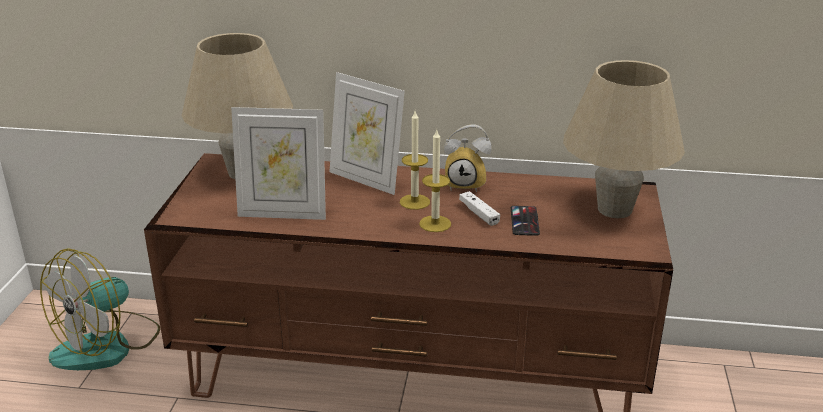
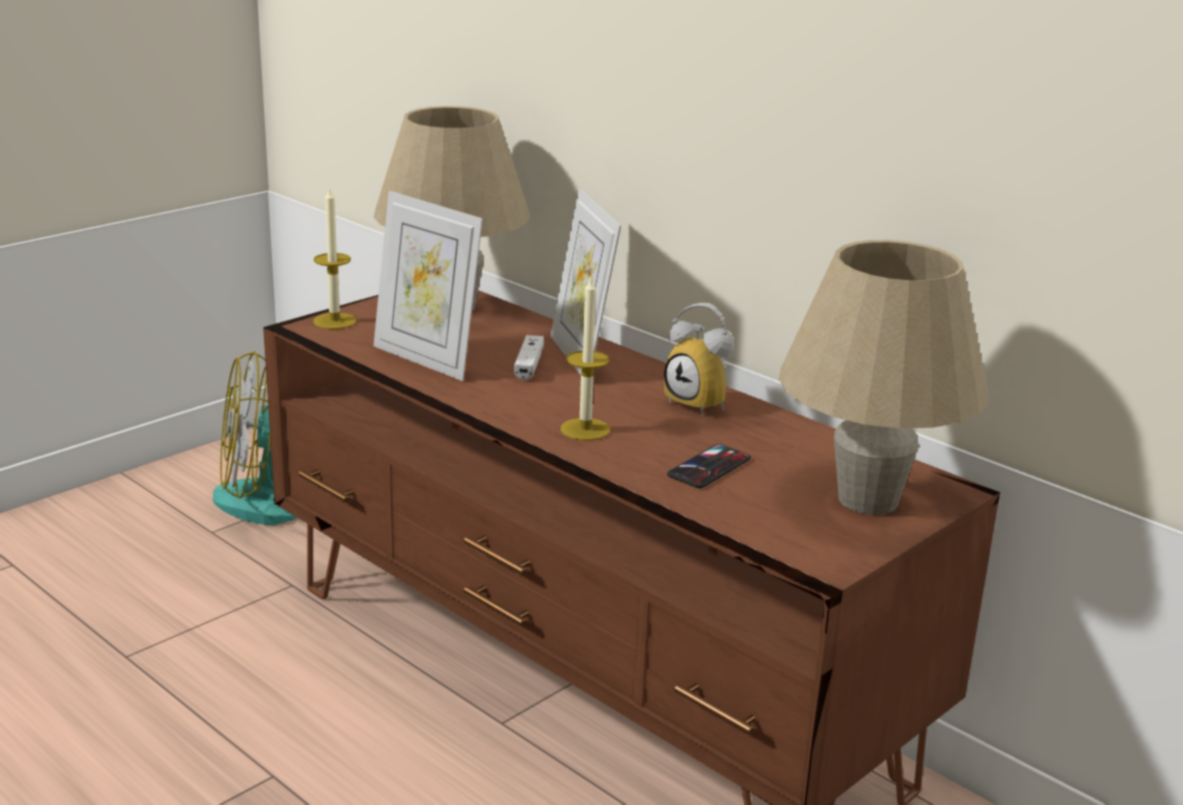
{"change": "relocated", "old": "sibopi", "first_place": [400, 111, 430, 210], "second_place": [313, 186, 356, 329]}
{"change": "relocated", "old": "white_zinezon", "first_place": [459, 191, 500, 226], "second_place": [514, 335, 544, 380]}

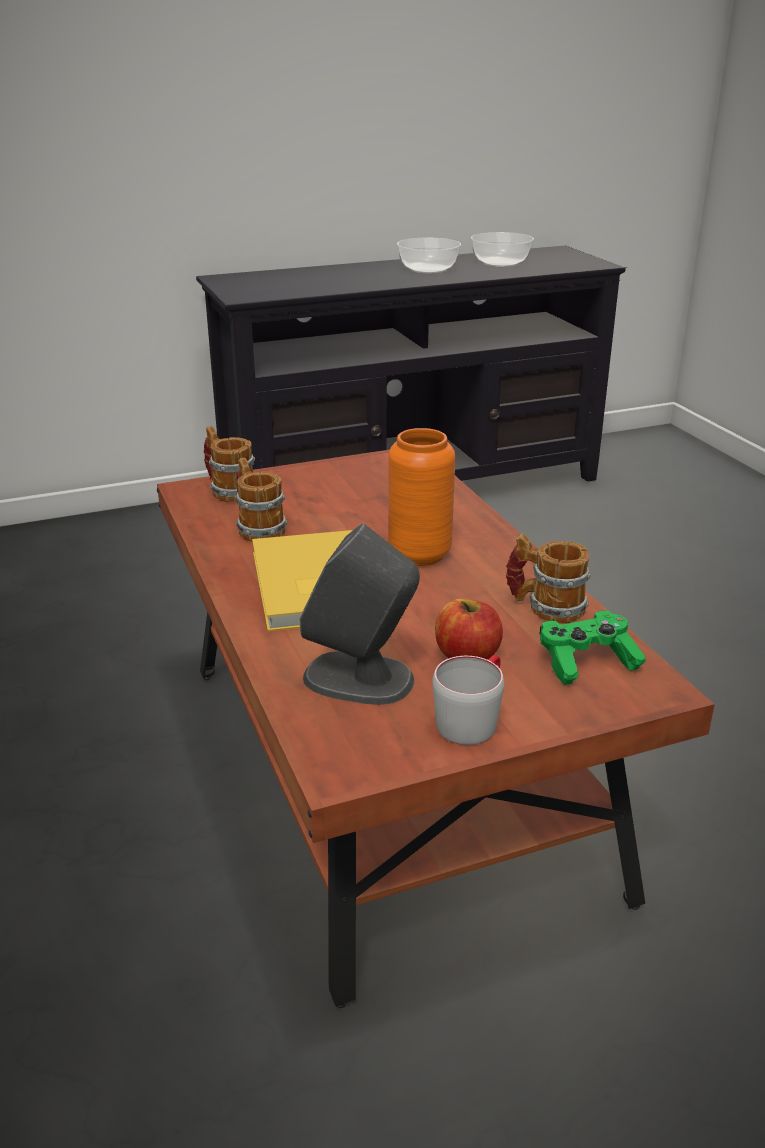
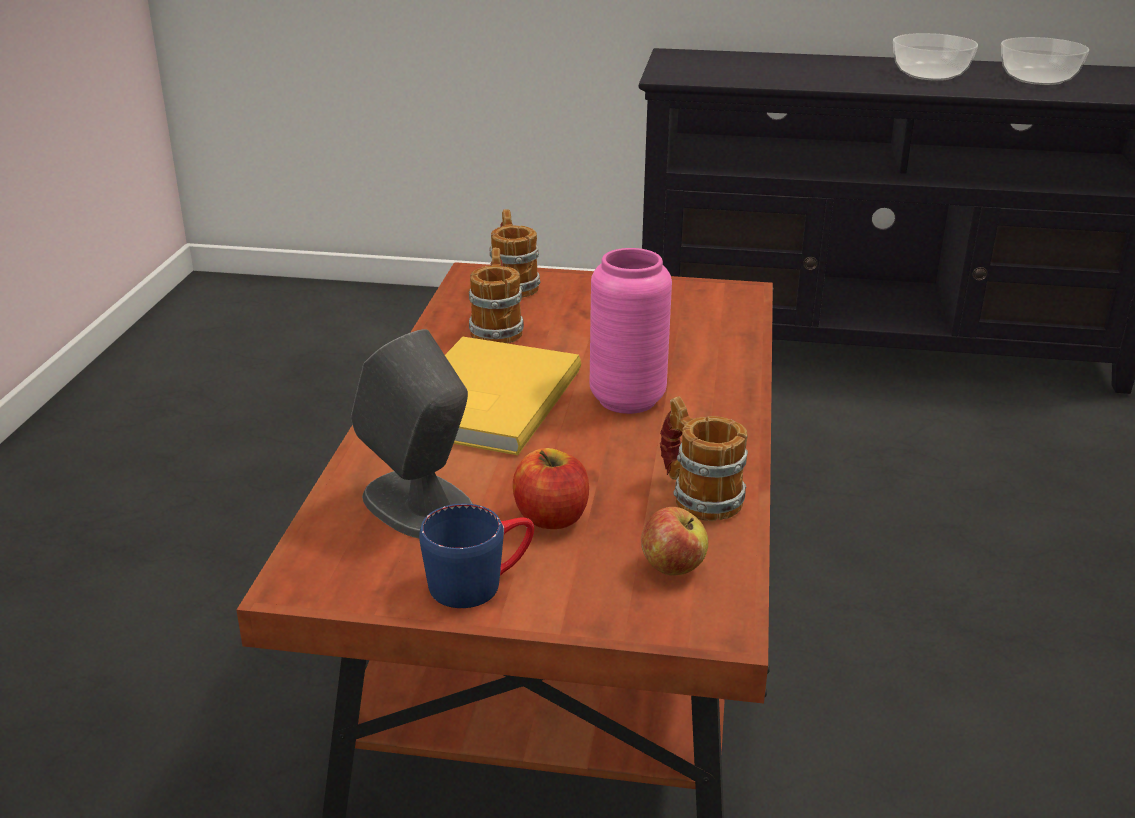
{"change": "colour", "old": "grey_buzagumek", "new": "blue_buzagumek", "first_place": [432, 655, 504, 745], "second_place": [419, 504, 534, 608]}
{"change": "colour", "old": "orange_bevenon", "new": "pink_bevenon", "first_place": [388, 428, 456, 566], "second_place": [590, 248, 672, 414]}
{"change": "exchanged", "old": "green_zinezon", "new": "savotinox", "first_place": [539, 610, 646, 685], "second_place": [641, 507, 708, 575]}

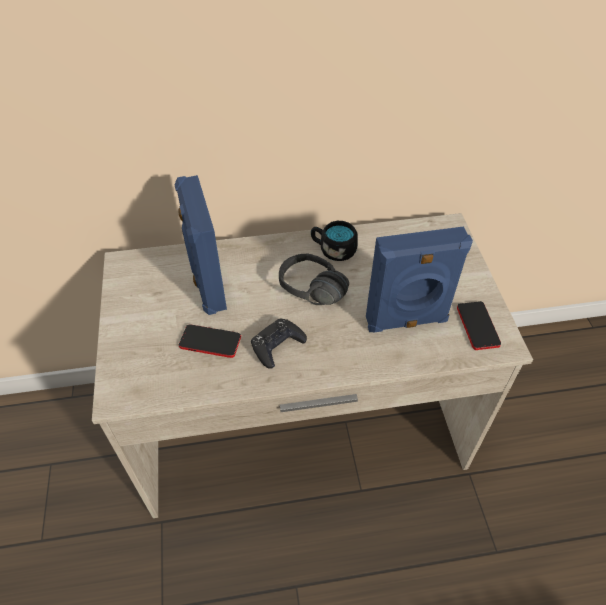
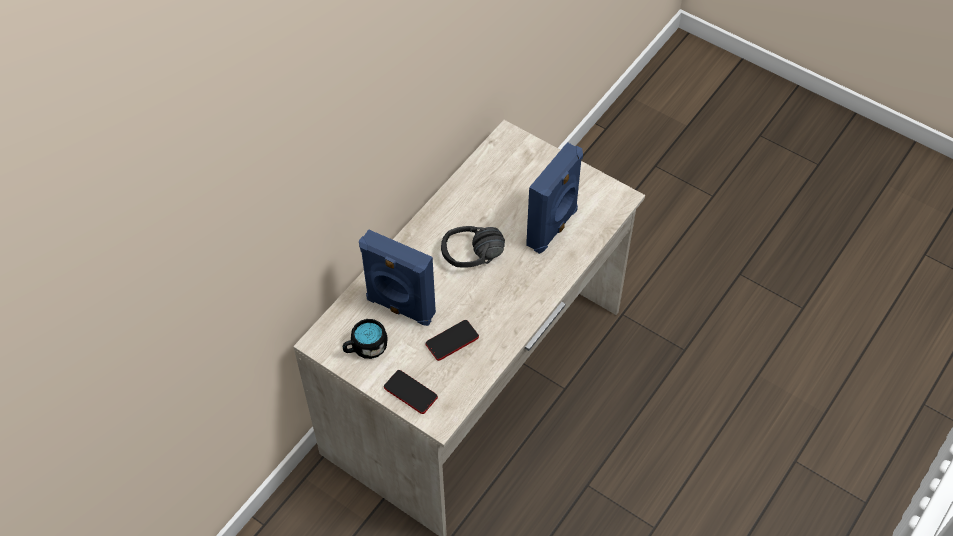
{"change": "relocated", "old": "black_buzagumek", "first_place": [311, 221, 358, 261], "second_place": [343, 319, 387, 359]}
{"change": "relocated", "old": "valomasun", "first_place": [457, 301, 501, 350], "second_place": [384, 370, 438, 414]}
{"change": "missing", "old": "black_zinezon", "first_place": [251, 318, 307, 369]}

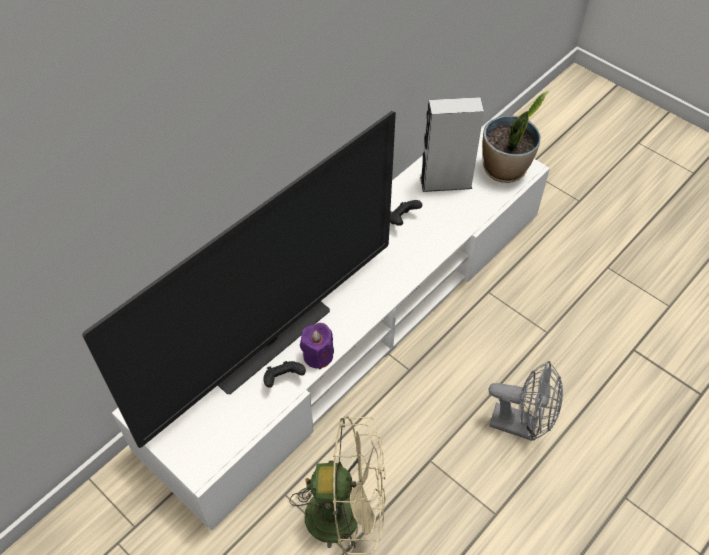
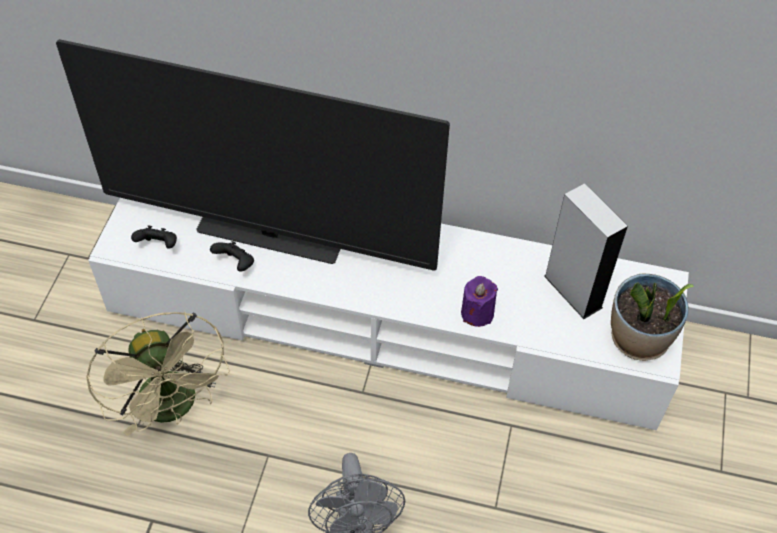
{"change": "relocated", "old": "black_zinezon", "first_place": [390, 200, 422, 226], "second_place": [131, 226, 177, 249]}
{"change": "relocated", "old": "purple_sibopi", "first_place": [300, 323, 334, 370], "second_place": [461, 276, 498, 327]}

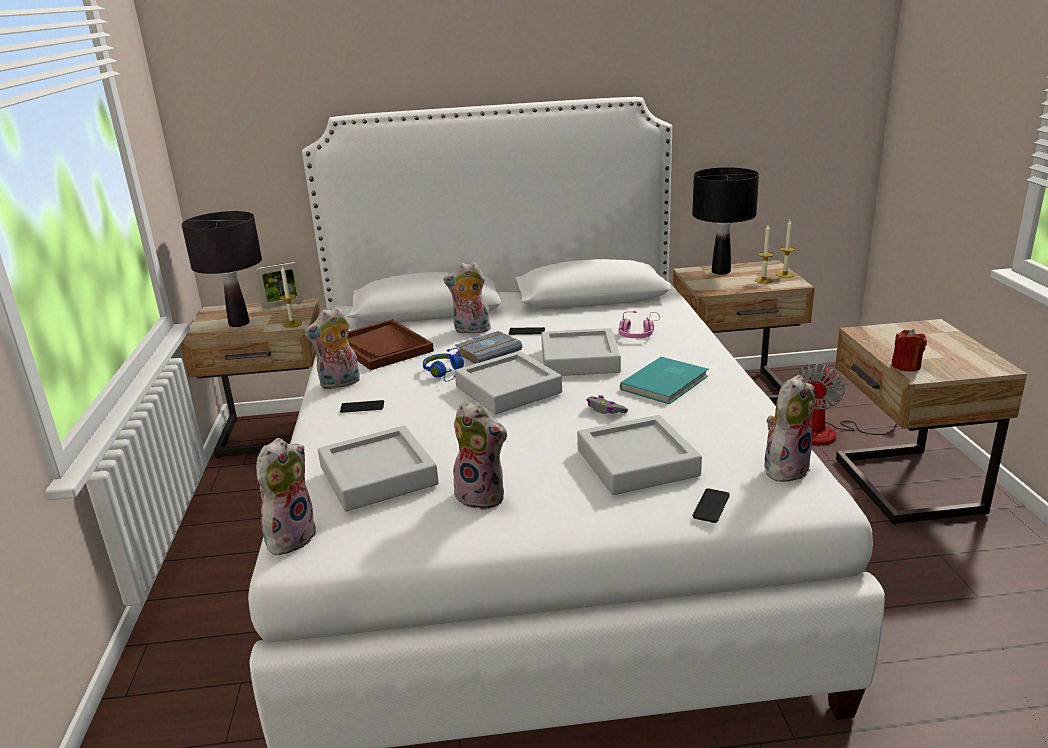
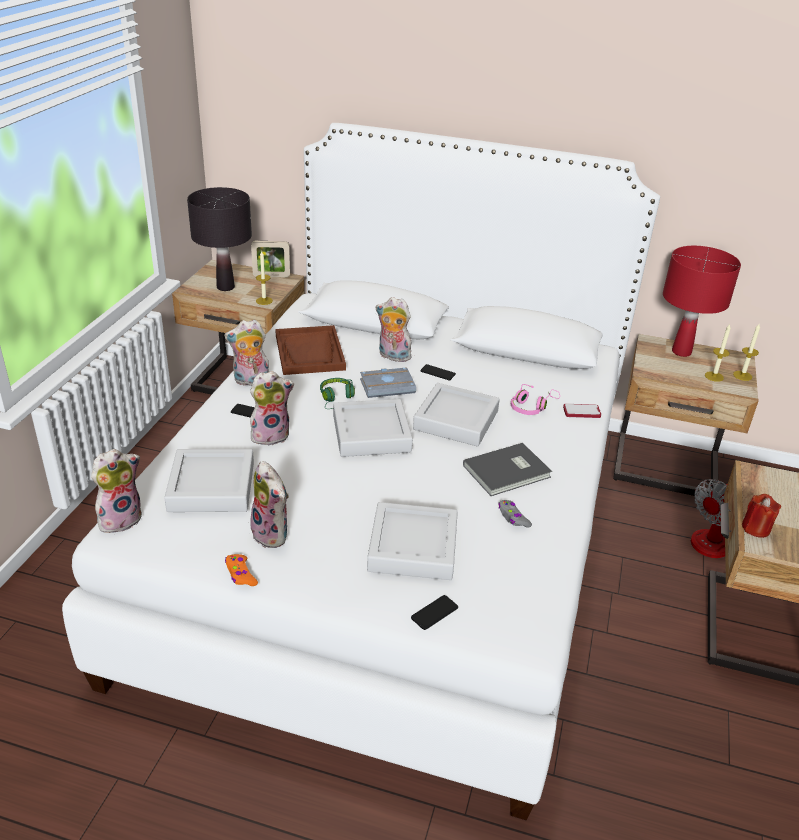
{"change": "appeared", "new": "orange_zinezon", "second_place": [225, 554, 258, 586]}
{"change": "relocated", "old": "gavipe", "first_place": [765, 375, 815, 482], "second_place": [250, 371, 294, 445]}
{"change": "colour", "old": "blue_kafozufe", "new": "green_kafozufe", "first_place": [423, 348, 464, 382], "second_place": [320, 378, 355, 409]}
{"change": "colour", "old": "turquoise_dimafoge", "new": "grey_dimafoge", "first_place": [620, 357, 709, 404], "second_place": [463, 443, 552, 496]}
{"change": "relocated", "old": "grey_zinezon", "first_place": [587, 395, 628, 414], "second_place": [498, 500, 532, 528]}
{"change": "appeared", "new": "valomasun", "second_place": [563, 404, 601, 418]}
{"change": "colour", "old": "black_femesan", "new": "red_femesan", "first_place": [692, 167, 759, 274], "second_place": [663, 246, 741, 357]}

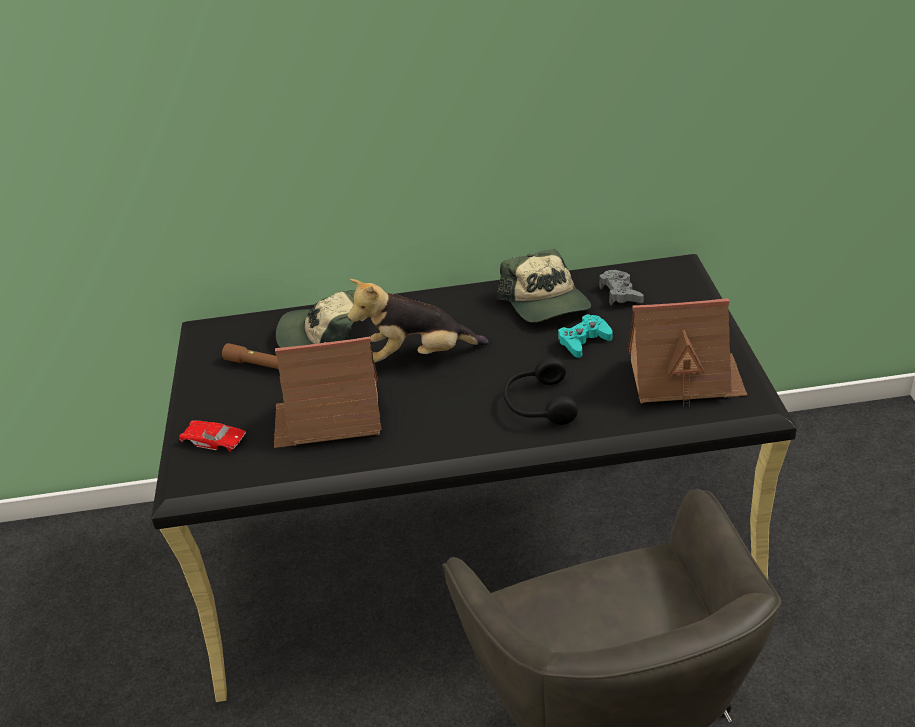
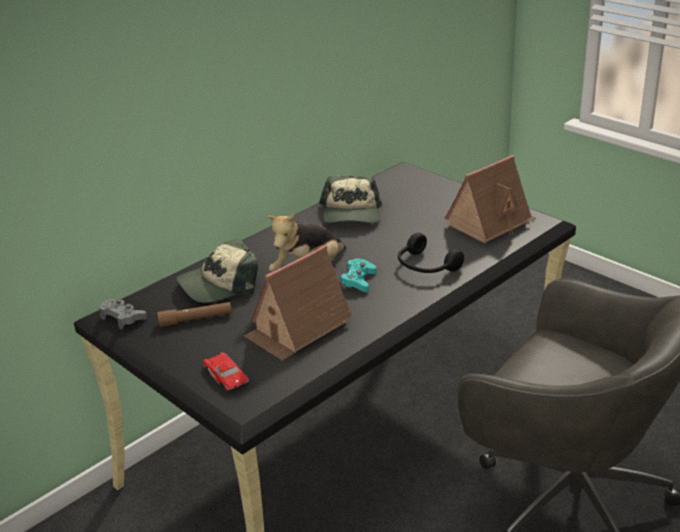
{"change": "relocated", "old": "grey_zinezon", "first_place": [599, 270, 644, 306], "second_place": [99, 299, 147, 330]}
{"change": "spun", "old": "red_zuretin", "first_place": [179, 420, 246, 452], "second_place": [203, 352, 249, 391], "degrees": 75}
{"change": "spun", "old": "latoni", "first_place": [497, 249, 591, 323], "second_place": [319, 175, 382, 223], "degrees": 60}
{"change": "relocated", "old": "turquoise_zinezon", "first_place": [558, 314, 612, 358], "second_place": [341, 259, 376, 292]}

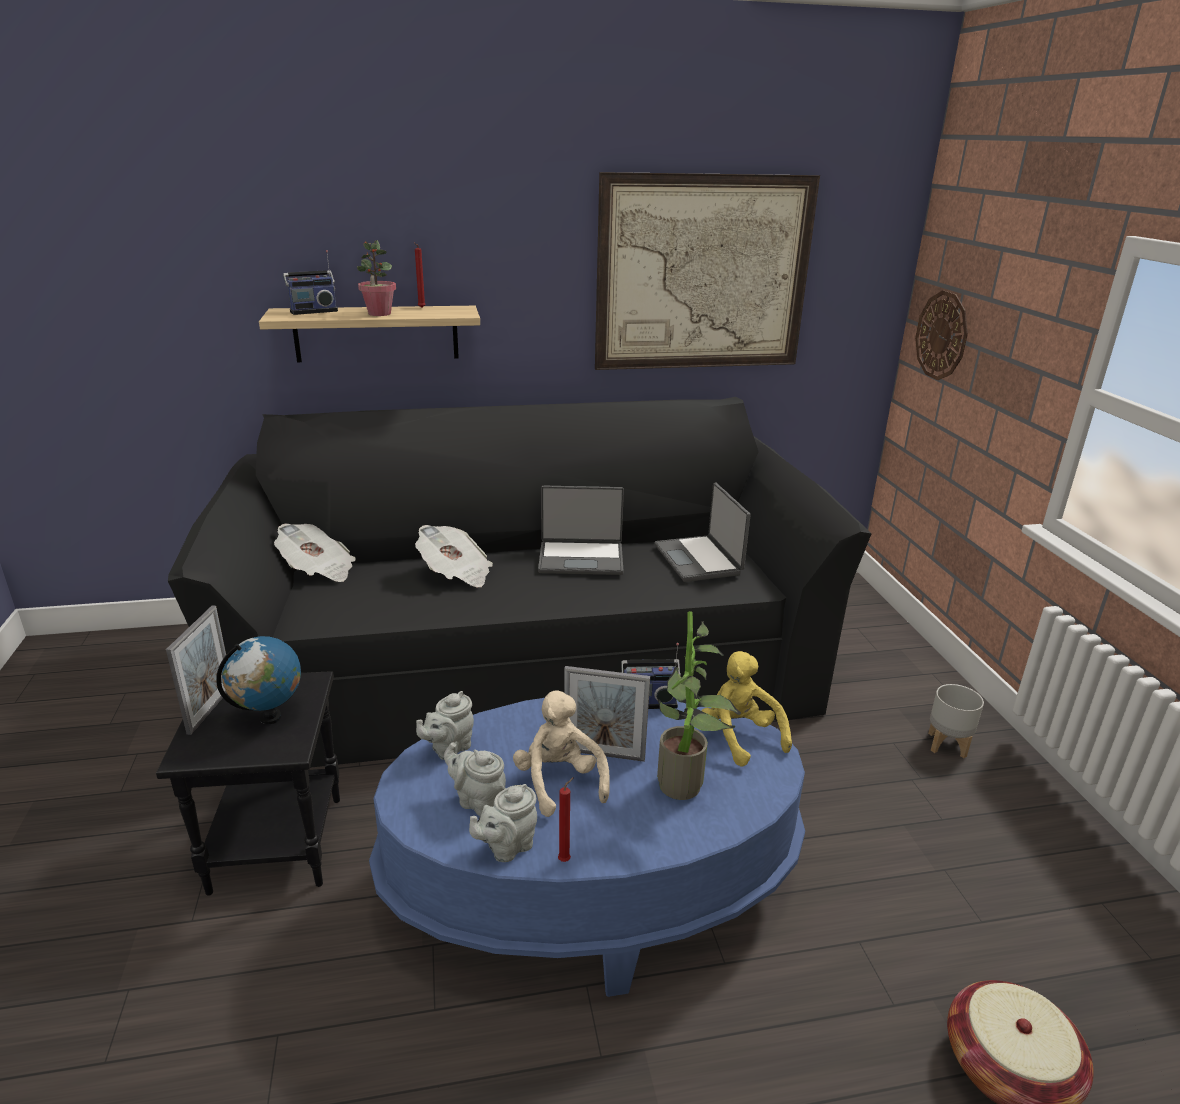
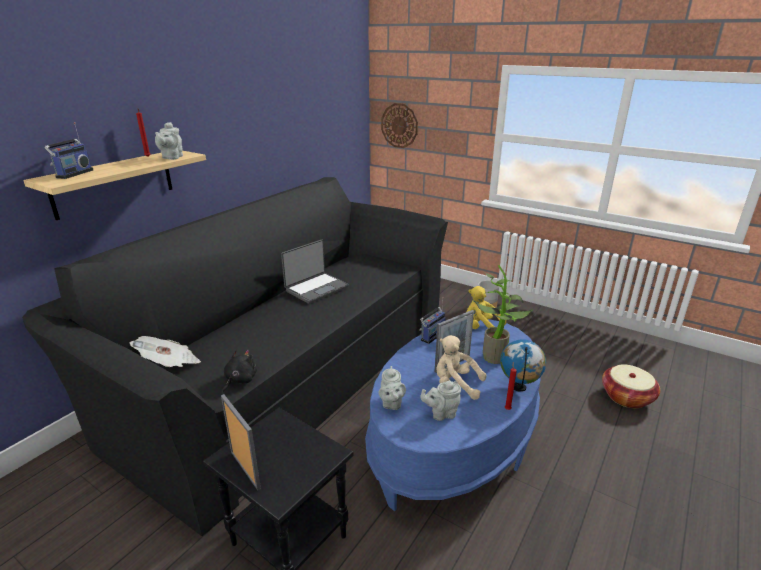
{"change": "relocated", "old": "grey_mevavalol", "first_place": [469, 784, 537, 862], "second_place": [155, 122, 183, 160]}
{"change": "appeared", "new": "black_gavipe", "second_place": [222, 349, 257, 393]}
{"change": "relocated", "old": "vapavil", "first_place": [216, 636, 301, 724], "second_place": [500, 339, 546, 392]}
{"change": "missing", "old": "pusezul", "first_place": [357, 240, 396, 316]}
{"change": "missing", "old": "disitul", "first_place": [415, 525, 493, 587]}
{"change": "missing", "old": "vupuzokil", "first_place": [595, 172, 820, 370]}
{"change": "missing", "old": "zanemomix", "first_place": [655, 483, 751, 582]}

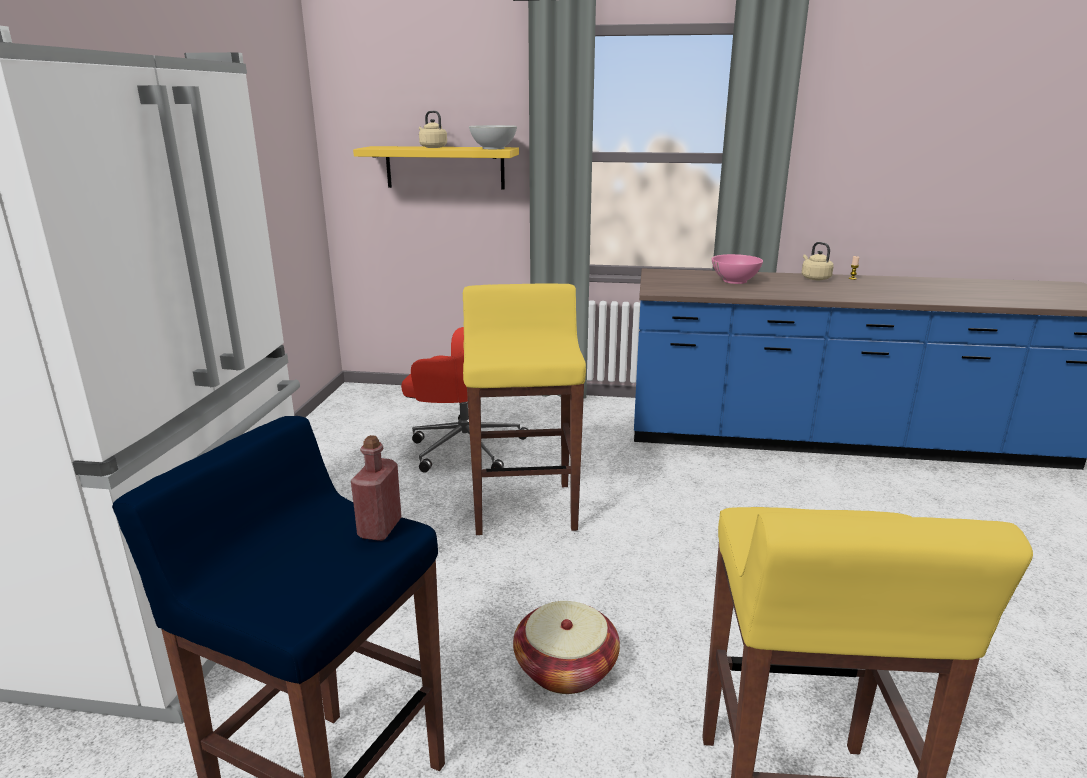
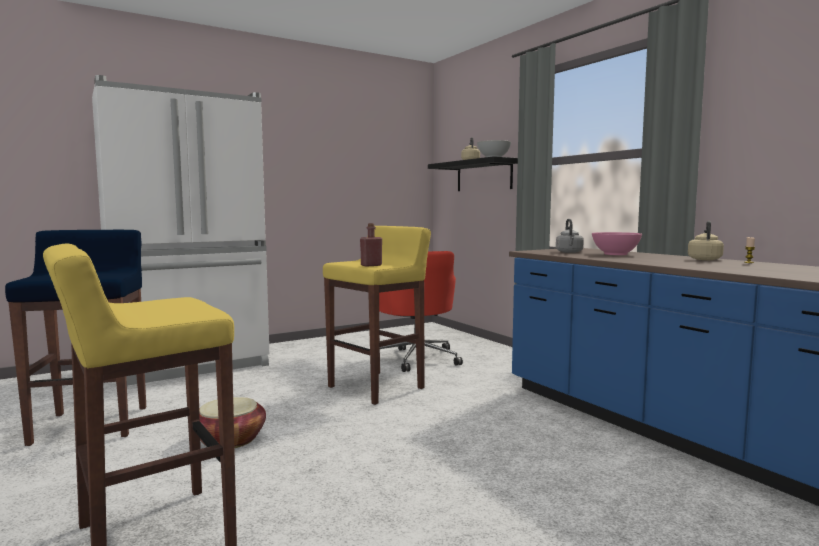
{"change": "relocated", "old": "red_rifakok", "first_place": [351, 435, 402, 541], "second_place": [360, 223, 382, 267]}
{"change": "colour", "old": "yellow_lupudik", "new": "black_lupudik", "first_place": [353, 146, 519, 190], "second_place": [428, 156, 518, 191]}
{"change": "appeared", "new": "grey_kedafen", "second_place": [556, 219, 584, 253]}

